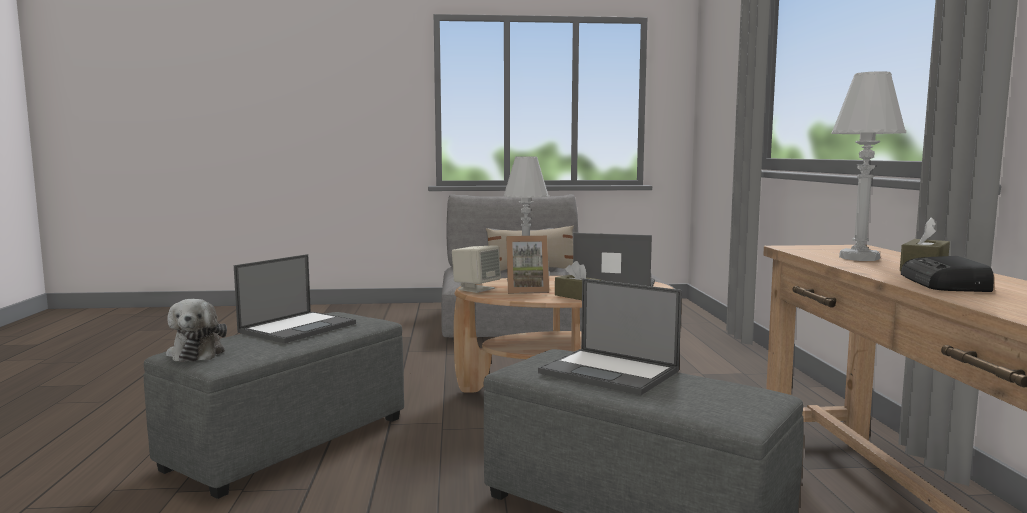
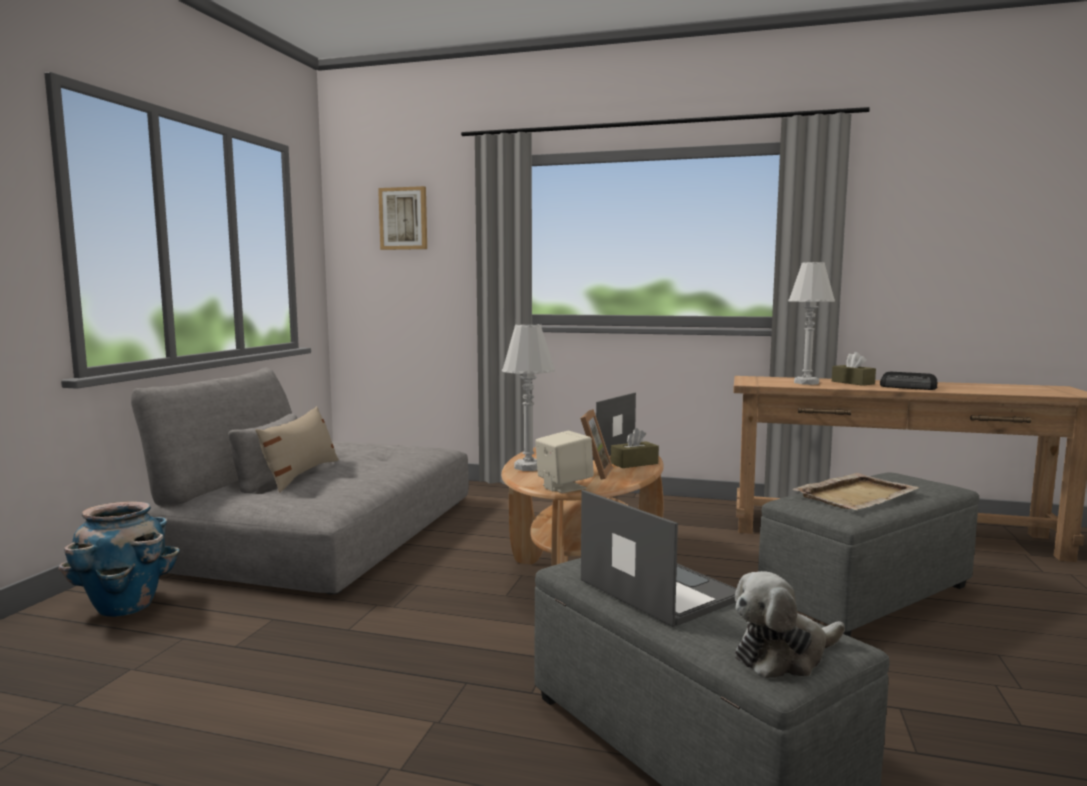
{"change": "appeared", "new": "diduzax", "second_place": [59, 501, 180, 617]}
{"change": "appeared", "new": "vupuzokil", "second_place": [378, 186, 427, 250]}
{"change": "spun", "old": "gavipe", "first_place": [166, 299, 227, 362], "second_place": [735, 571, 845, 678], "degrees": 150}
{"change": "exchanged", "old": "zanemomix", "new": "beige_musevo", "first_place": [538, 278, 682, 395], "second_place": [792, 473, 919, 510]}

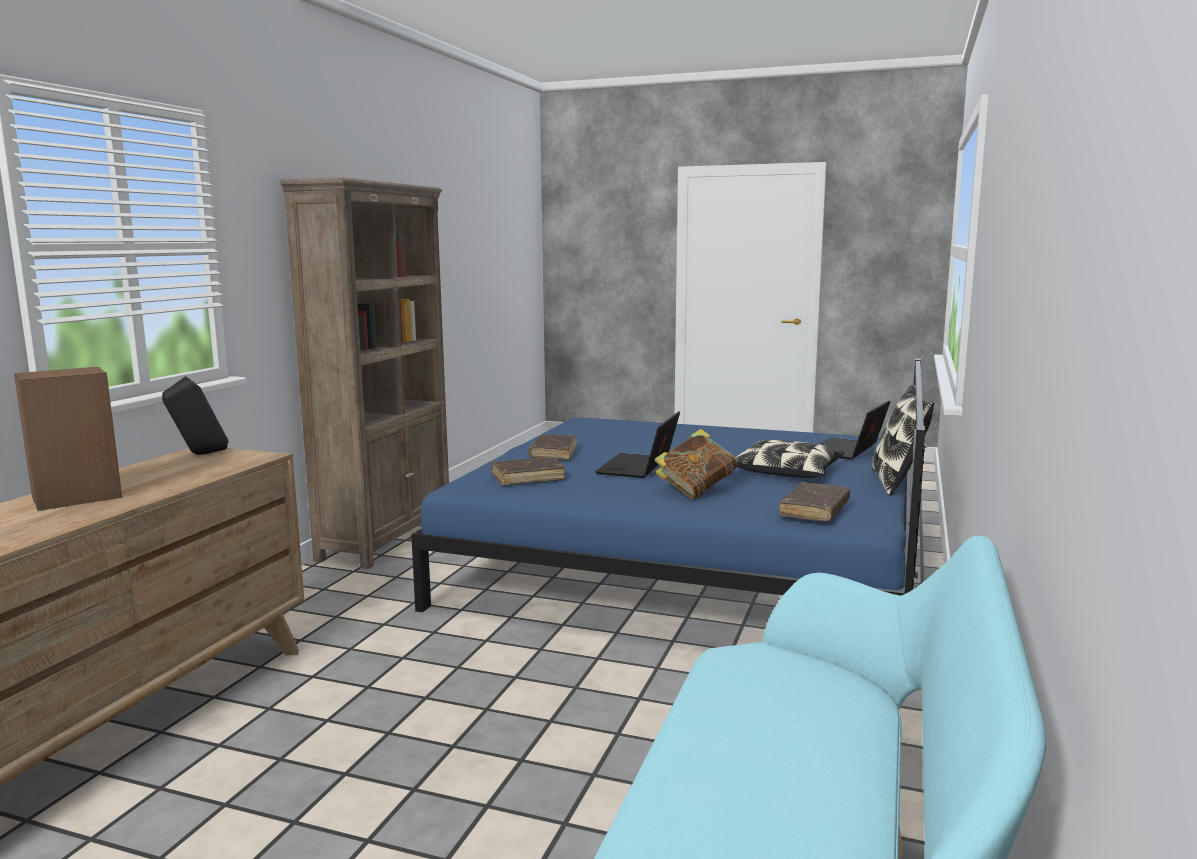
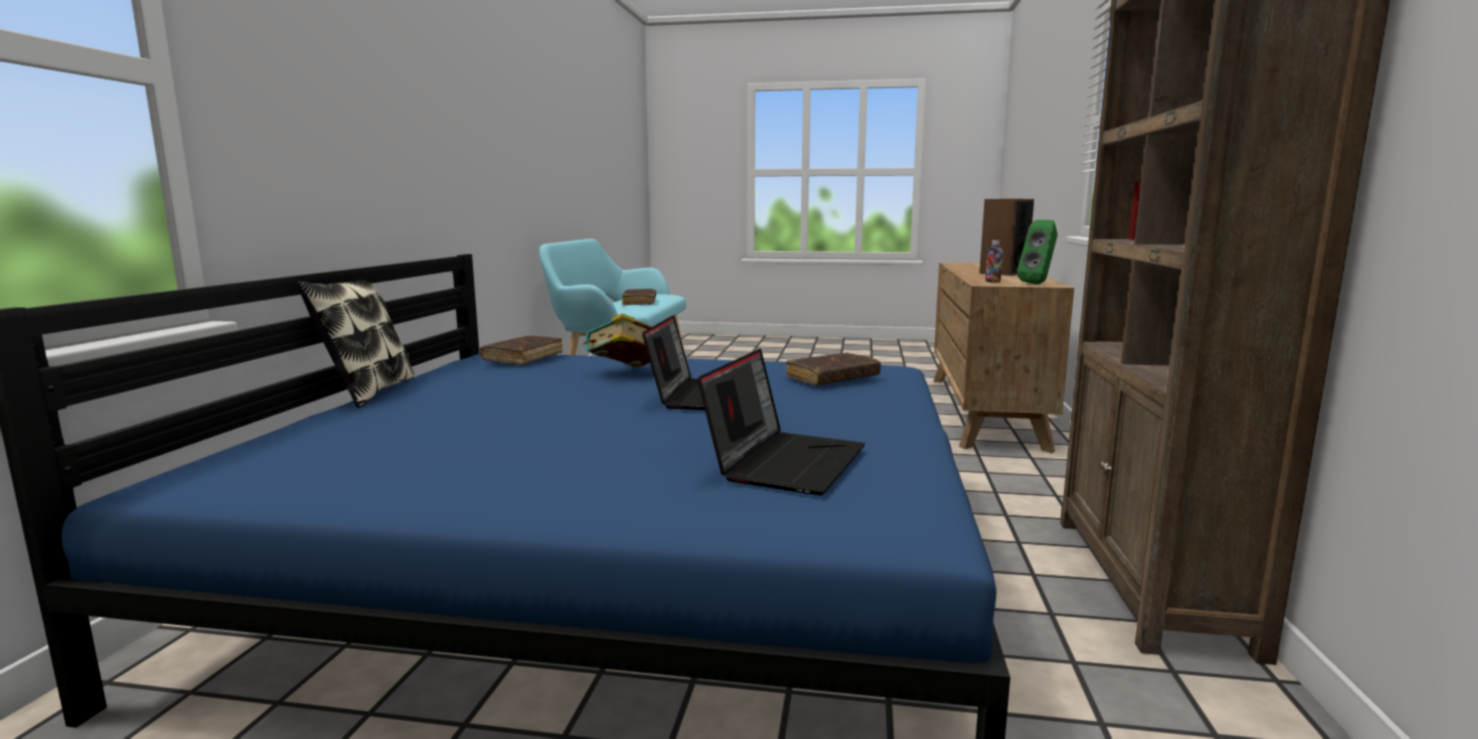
{"change": "relocated", "old": "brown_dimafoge", "first_place": [529, 434, 577, 460], "second_place": [622, 289, 656, 305]}
{"change": "relocated", "old": "zanemomix", "first_place": [819, 400, 891, 460], "second_place": [697, 349, 865, 495]}
{"change": "appeared", "new": "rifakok", "second_place": [985, 240, 1003, 282]}
{"change": "colour", "old": "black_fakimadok", "new": "green_fakimadok", "first_place": [162, 376, 228, 455], "second_place": [1017, 220, 1058, 284]}
{"change": "missing", "old": "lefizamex", "first_place": [735, 440, 844, 478]}

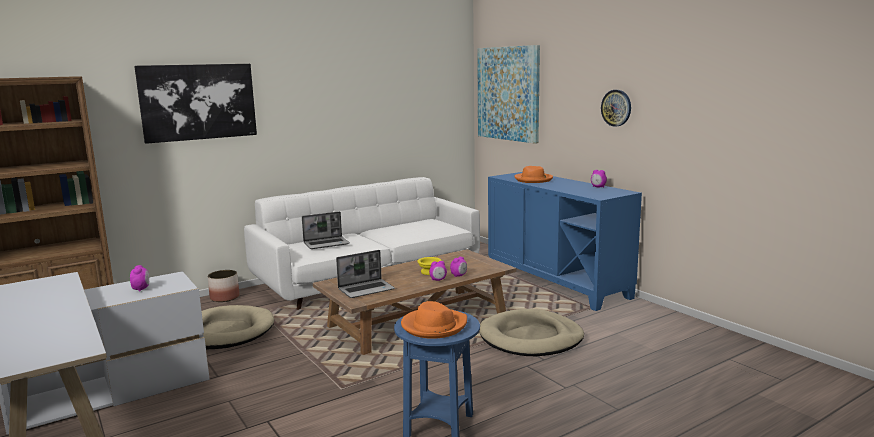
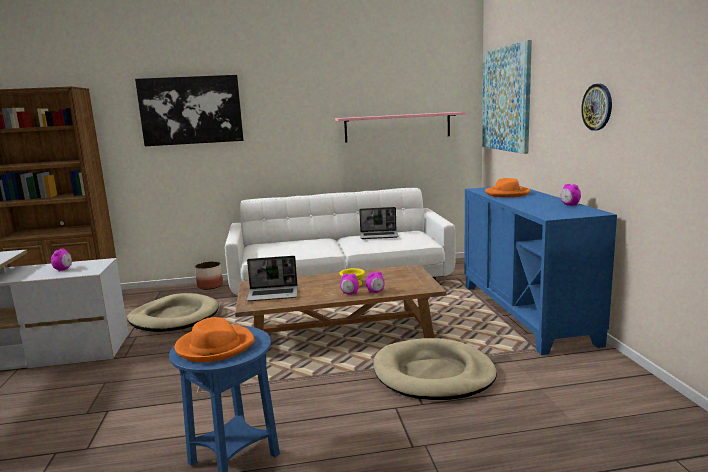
{"change": "appeared", "new": "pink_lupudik", "second_place": [335, 112, 466, 142]}
{"change": "relocated", "old": "zanemomix", "first_place": [302, 212, 350, 249], "second_place": [359, 207, 399, 239]}

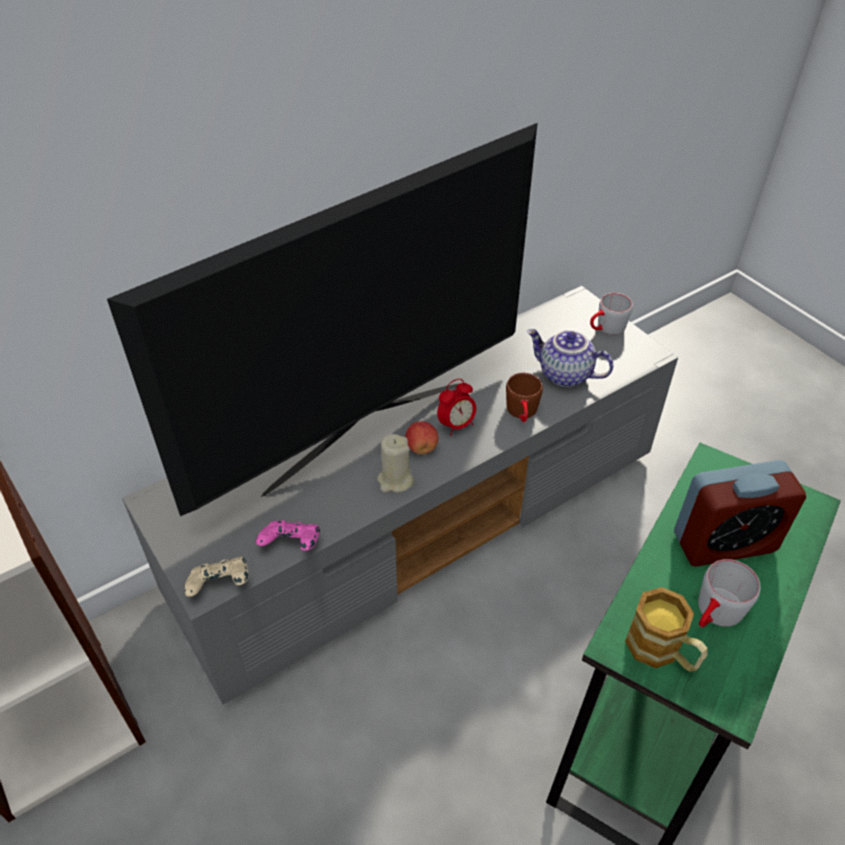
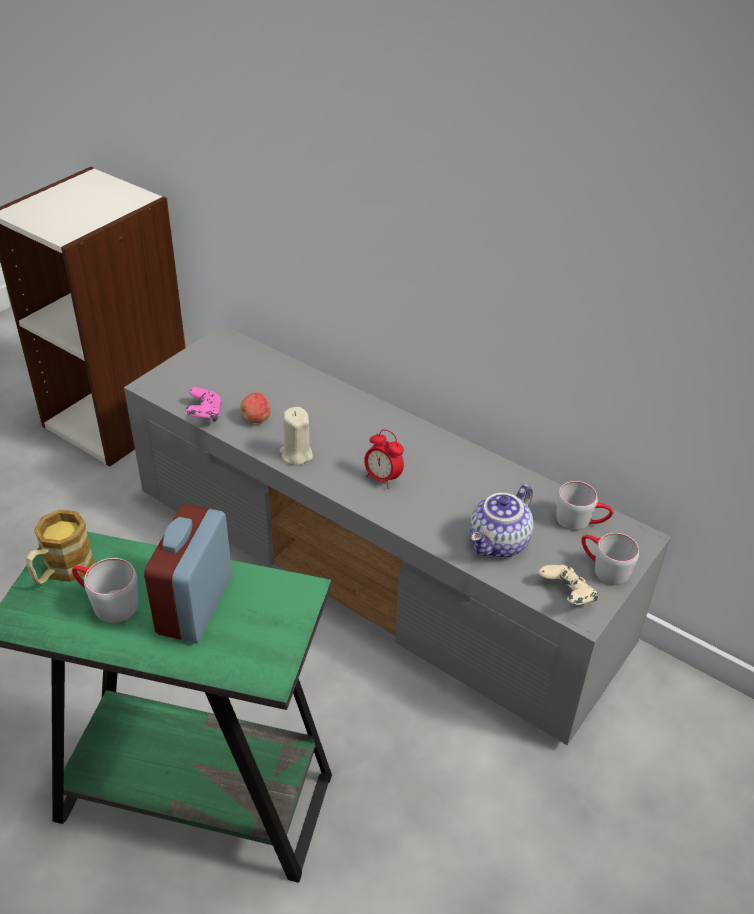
{"change": "spun", "old": "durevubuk", "first_place": [674, 460, 806, 567], "second_place": [144, 504, 232, 643], "degrees": 45}
{"change": "relocated", "old": "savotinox", "first_place": [405, 421, 438, 454], "second_place": [240, 393, 271, 423]}
{"change": "spun", "old": "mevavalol", "first_place": [527, 329, 613, 387], "second_place": [470, 484, 534, 558], "degrees": -150}
{"change": "relocated", "old": "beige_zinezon", "first_place": [184, 557, 248, 597], "second_place": [538, 565, 598, 605]}
{"change": "appeared", "new": "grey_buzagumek", "second_place": [556, 481, 613, 531]}
{"change": "missing", "old": "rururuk", "first_place": [107, 123, 537, 516]}
{"change": "missing", "old": "brown_buzagumek", "first_place": [506, 373, 543, 422]}

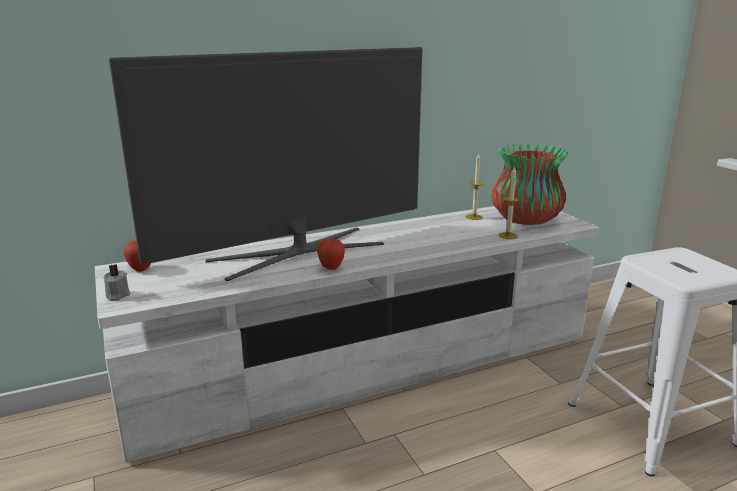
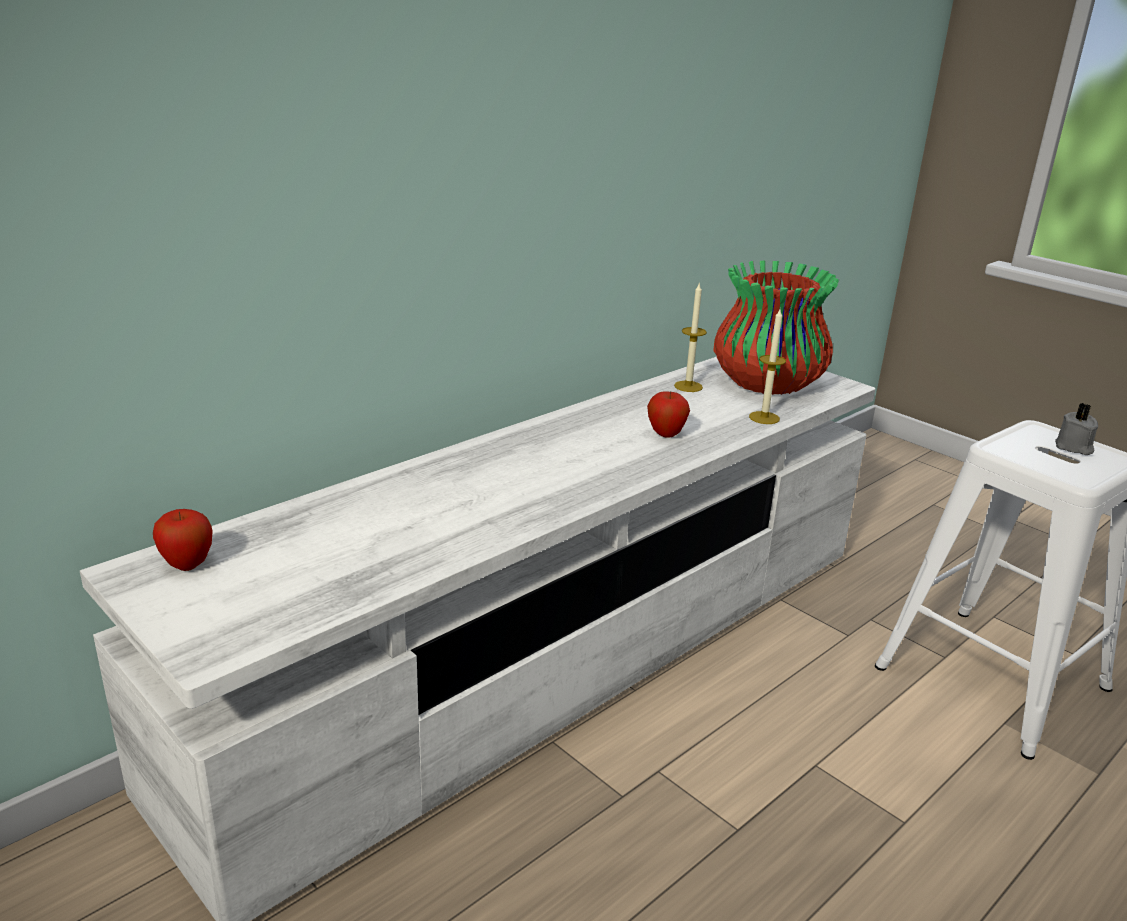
{"change": "relocated", "old": "savotinox", "first_place": [317, 239, 345, 270], "second_place": [647, 391, 690, 438]}
{"change": "relocated", "old": "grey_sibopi", "first_place": [103, 264, 130, 301], "second_place": [1055, 403, 1098, 455]}
{"change": "missing", "old": "rururuk", "first_place": [109, 47, 422, 281]}

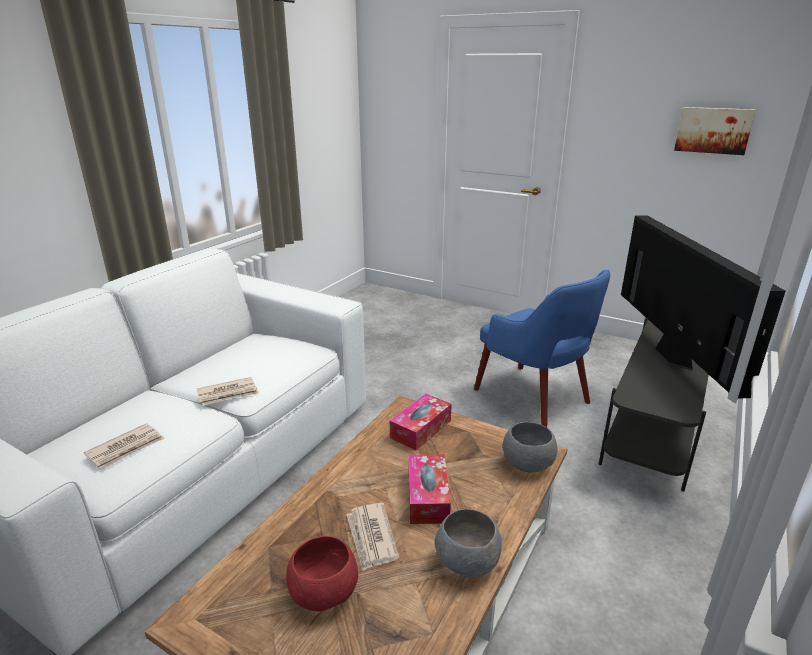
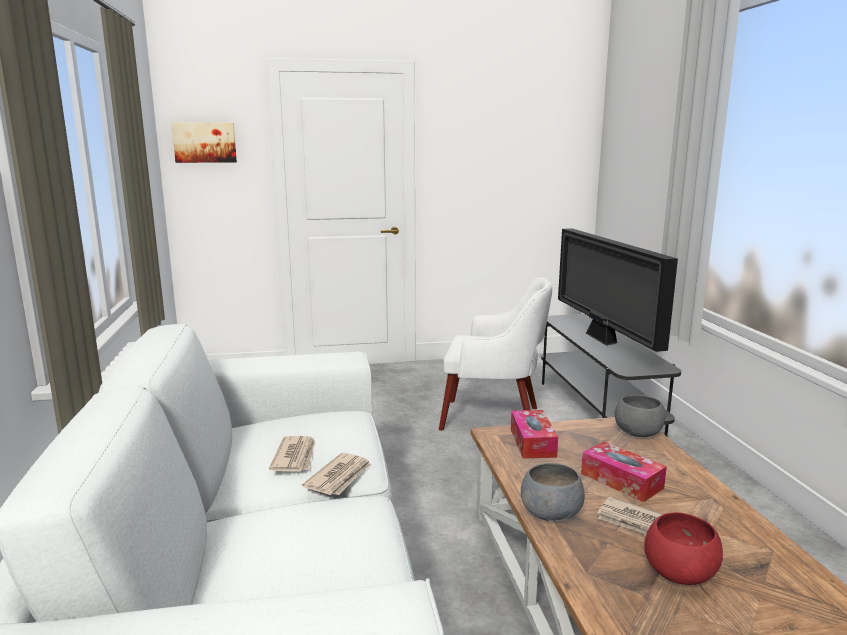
{"change": "relocated", "old": "vupuzokil", "first_place": [674, 107, 756, 155], "second_place": [172, 123, 237, 163]}
{"change": "relocated", "old": "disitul", "first_place": [84, 423, 165, 469], "second_place": [269, 436, 315, 471]}
{"change": "colour", "old": "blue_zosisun", "new": "white_zosisun", "first_place": [474, 270, 610, 427], "second_place": [439, 277, 552, 430]}
{"change": "relocated", "old": "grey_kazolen", "first_place": [435, 509, 502, 578], "second_place": [521, 463, 585, 522]}
{"change": "spun", "old": "rururuk", "first_place": [621, 215, 785, 399], "second_place": [558, 228, 678, 352], "degrees": -150}

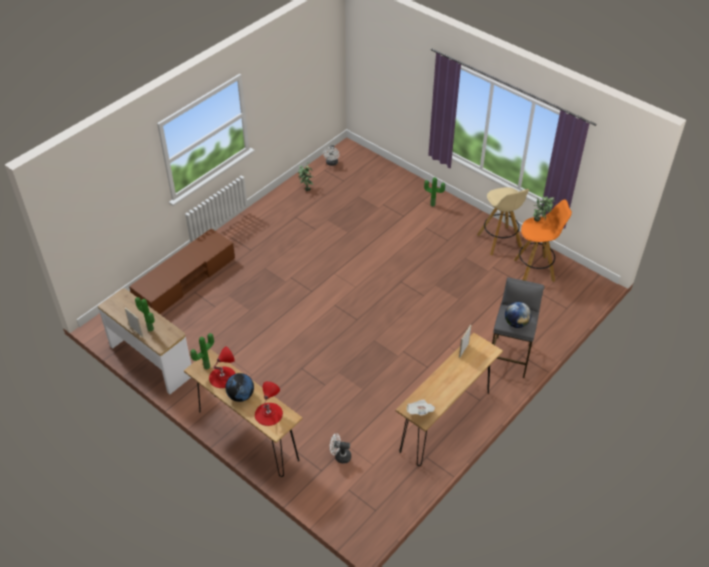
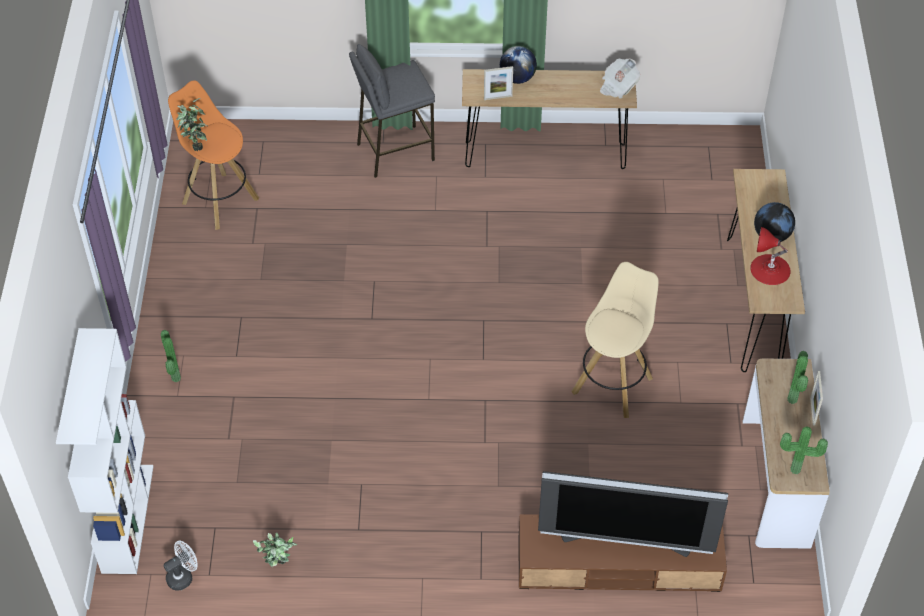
{"change": "appeared", "new": "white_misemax", "second_place": [56, 328, 154, 574]}
{"change": "relocated", "old": "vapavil", "first_place": [505, 302, 532, 328], "second_place": [500, 46, 537, 84]}
{"change": "appeared", "new": "rururuk", "second_place": [538, 471, 728, 557]}
{"change": "relocated", "old": "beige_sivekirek", "first_place": [477, 187, 529, 255], "second_place": [571, 262, 659, 418]}
{"change": "relocated", "old": "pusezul", "first_place": [190, 333, 214, 370], "second_place": [780, 426, 828, 474]}
{"change": "missing", "old": "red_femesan", "first_place": [255, 381, 283, 426]}
{"change": "missing", "old": "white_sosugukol", "first_place": [330, 433, 351, 464]}

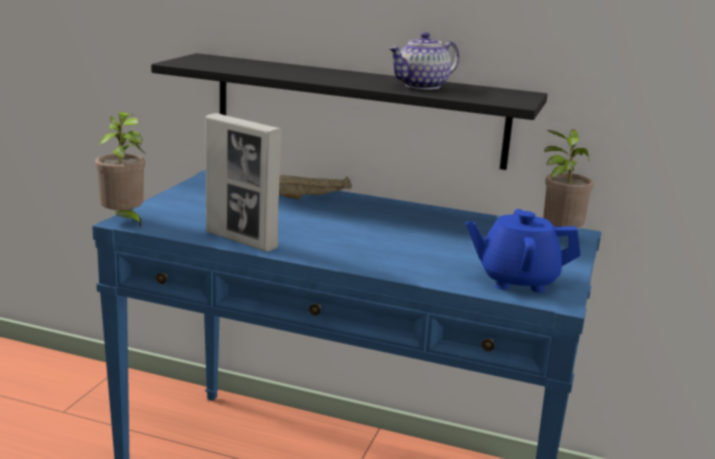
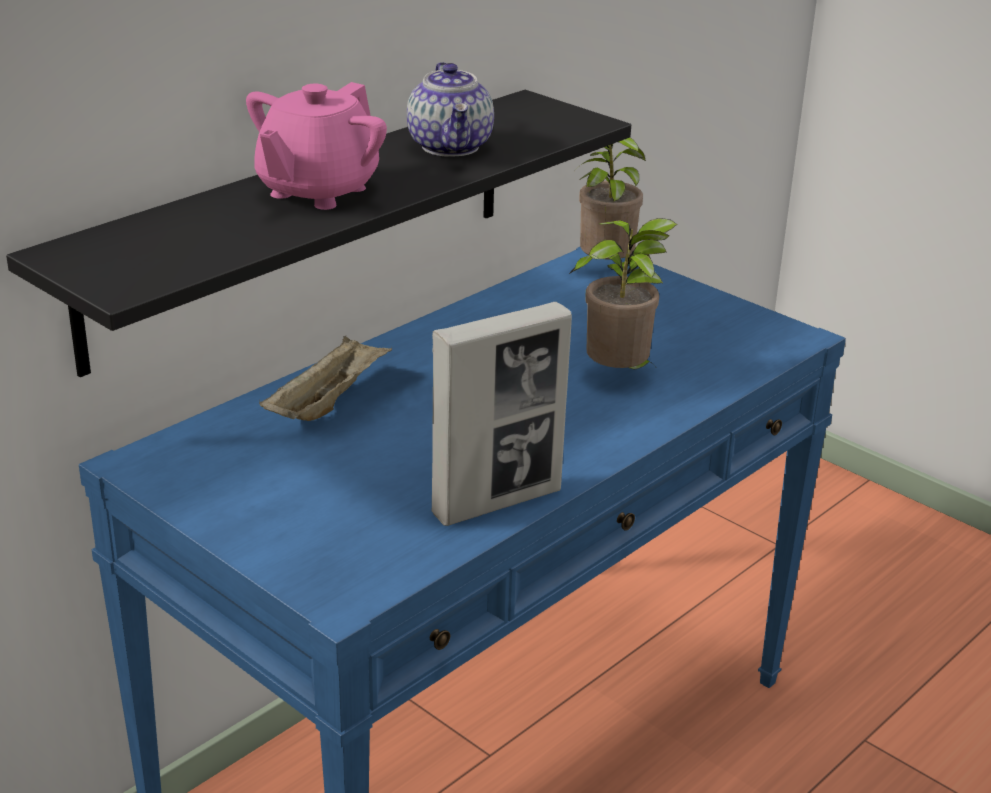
{"change": "appeared", "new": "pink_mevavalol", "second_place": [246, 82, 387, 210]}
{"change": "relocated", "old": "pusezul", "first_place": [95, 112, 145, 227], "second_place": [585, 218, 677, 369]}
{"change": "missing", "old": "blue_mevavalol", "first_place": [466, 209, 581, 293]}

